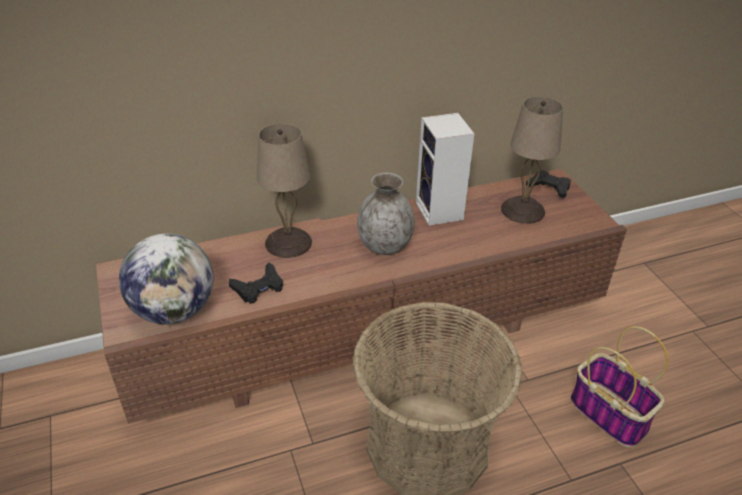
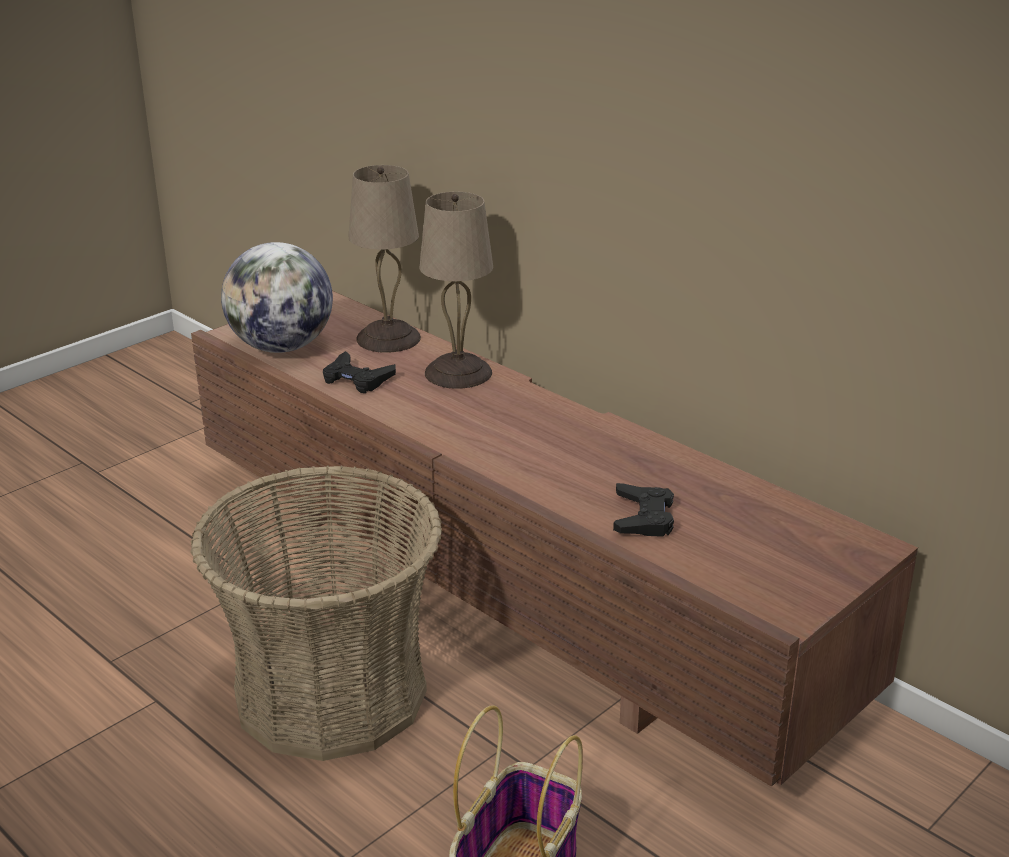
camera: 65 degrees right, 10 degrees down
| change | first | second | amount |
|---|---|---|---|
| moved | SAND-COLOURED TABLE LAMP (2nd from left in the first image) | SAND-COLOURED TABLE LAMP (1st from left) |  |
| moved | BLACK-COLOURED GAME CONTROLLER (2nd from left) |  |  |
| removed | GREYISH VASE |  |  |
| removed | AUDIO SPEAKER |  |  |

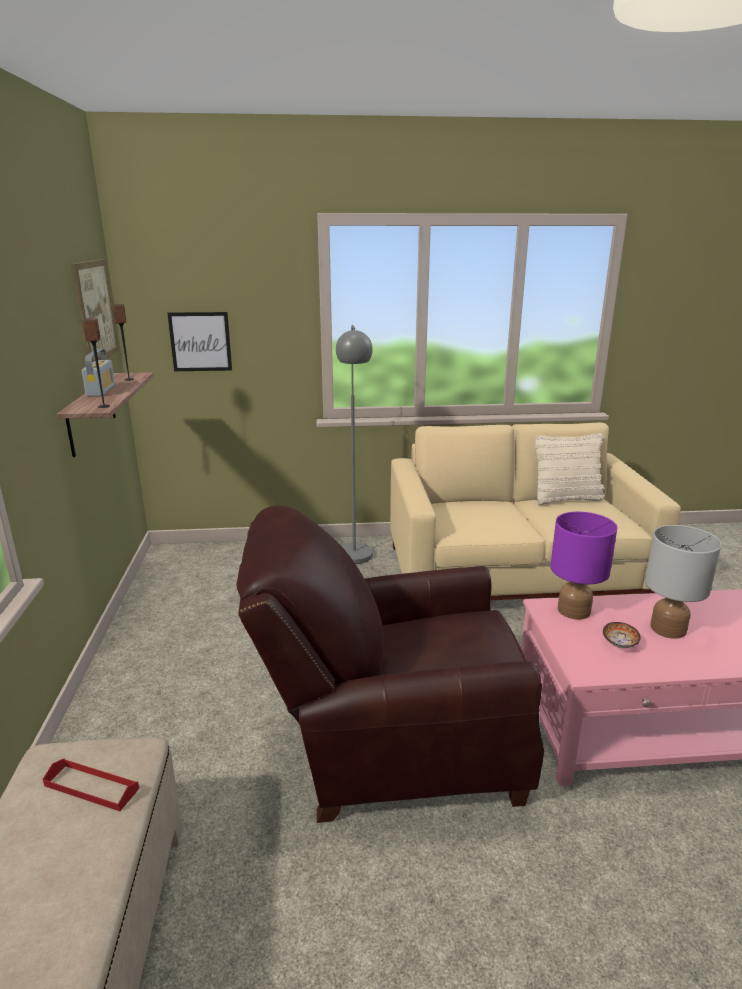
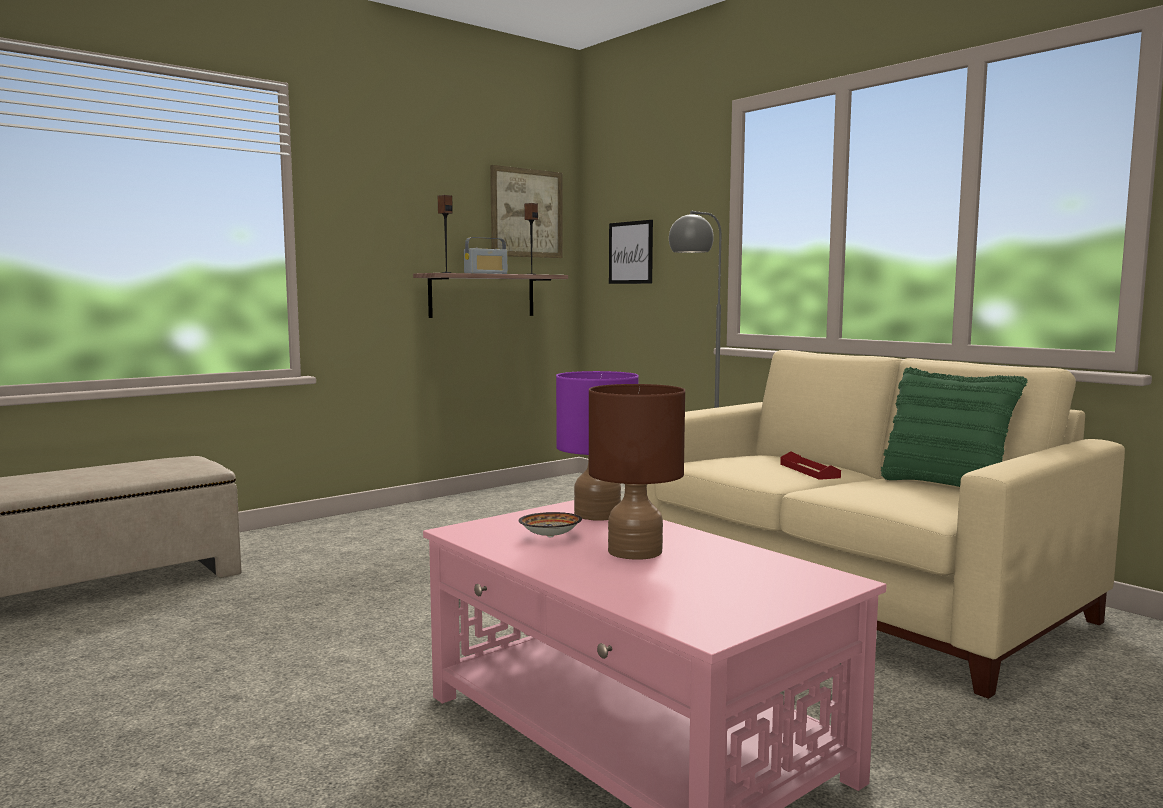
camera: 55 degrees right, 15 degrees down
| change | first | second | amount |
|---|---|---|---|
| recoloured | GREYISH TABLE LAMP | BROWNISH TABLE LAMP |  |
| moved | RED-COLOURED CARRYING TRAY |  |  |
| recoloured | SAND-COLOURED CUSHION | GREENISH CUSHION |  |
| removed | BROWNISH ARMCHAIR |  |  |

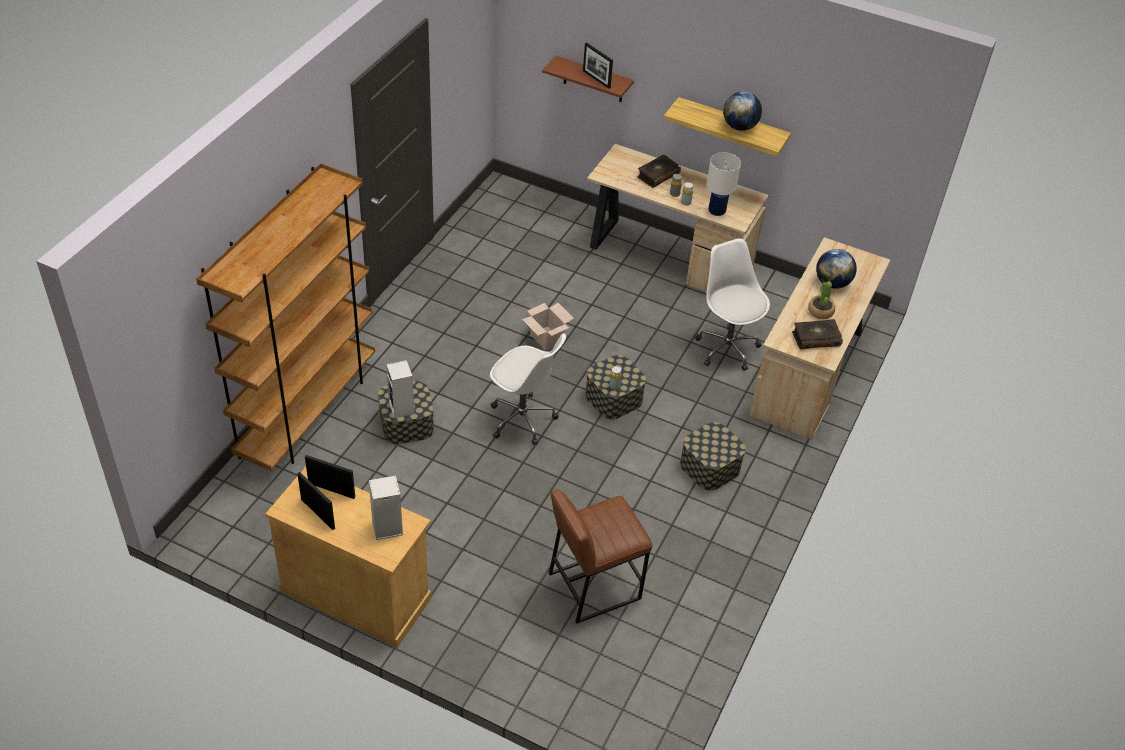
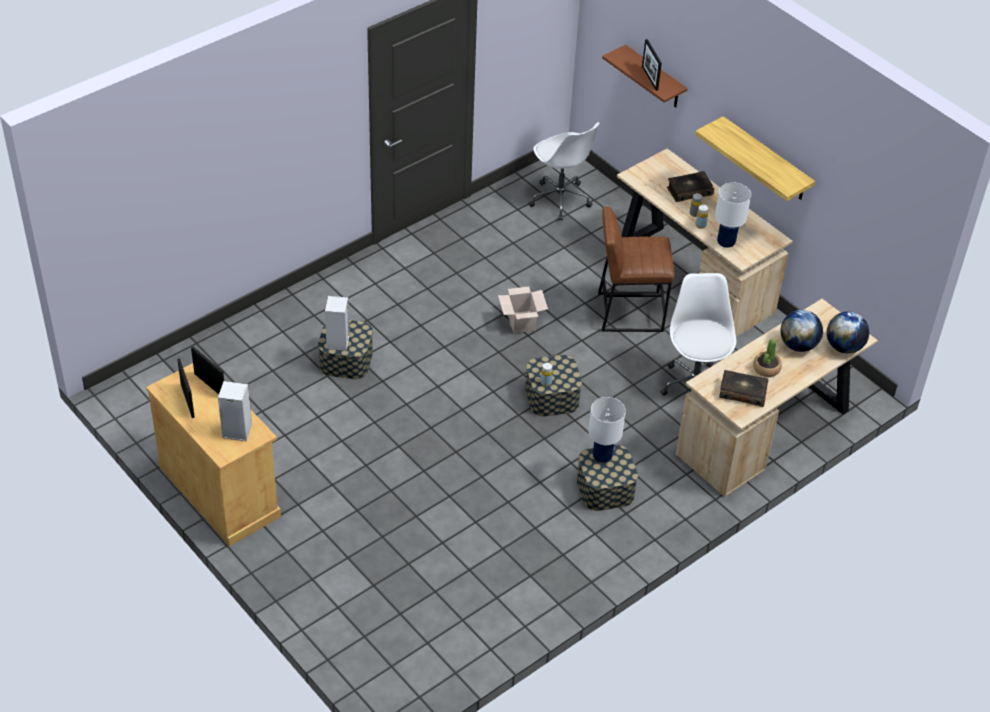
camera: 25 degrees right, 0 degrees up
| change | first | second | amount |
|---|---|---|---|
| moved | WHITE COMPUTER CHAIR (1st from left) |  |  |
| added |  | WHITE TABLE LAMP (1st from left) |  |
| moved | BROWNISH CHAIR |  |  |
| moved | GLOBE (1st from left in the first image) | GLOBE (2nd from left) |  |
| removed | BROWNISH SHELVING UNIT |  |  |

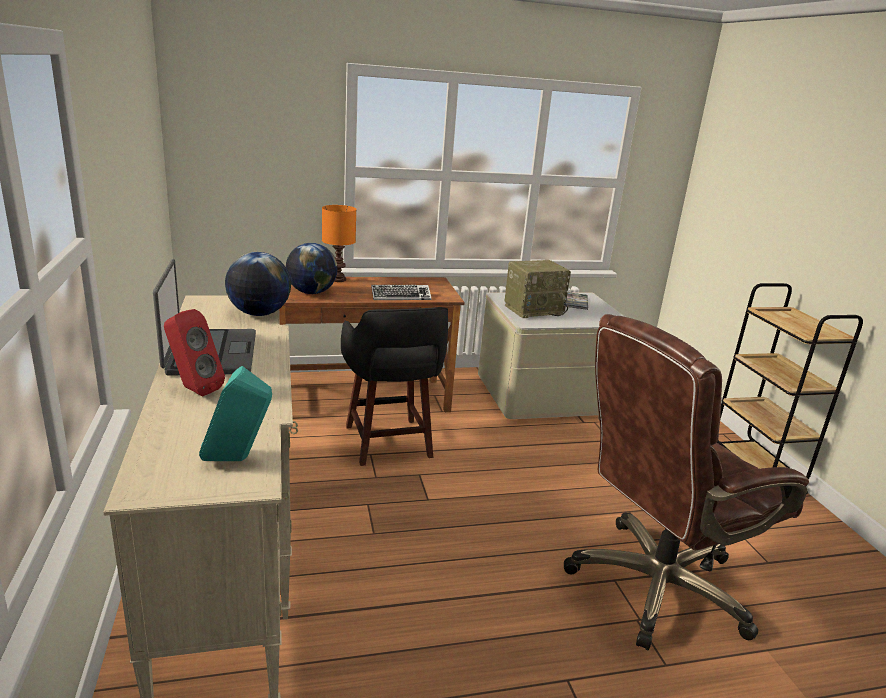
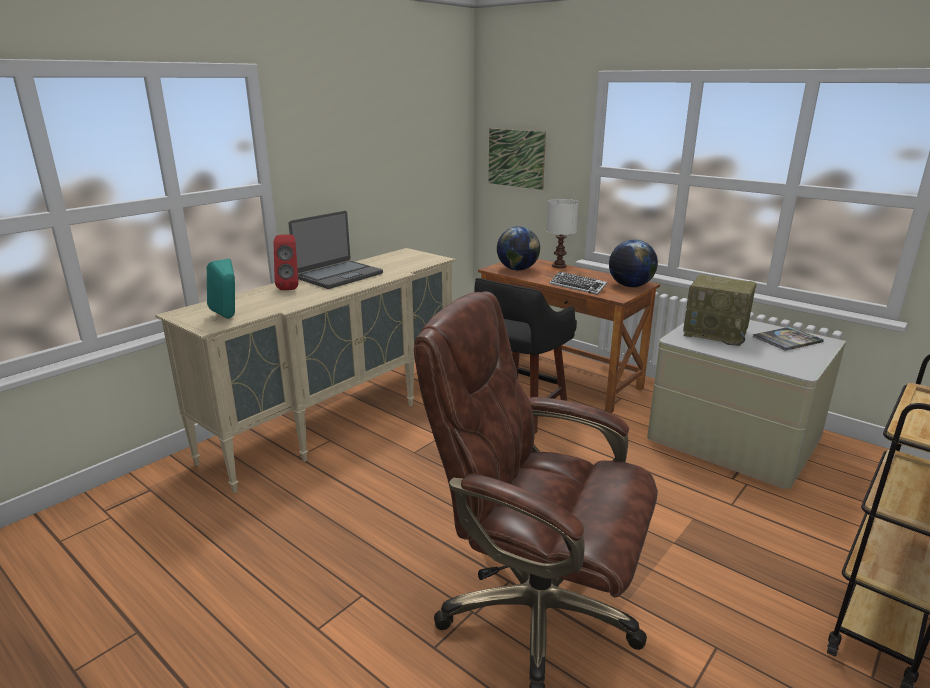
camera: 55 degrees right, 0 degrees up
| change | first | second | amount |
|---|---|---|---|
| added |  | PICTURE |  |
| recoloured | ORANGE TABLE LAMP | WHITE TABLE LAMP |  |
| moved | GLOBE (1st from left in the first image) | GLOBE (2nd from left) |  |

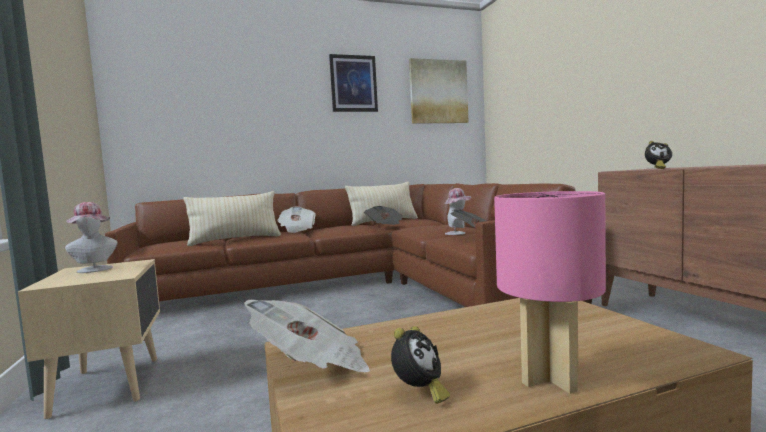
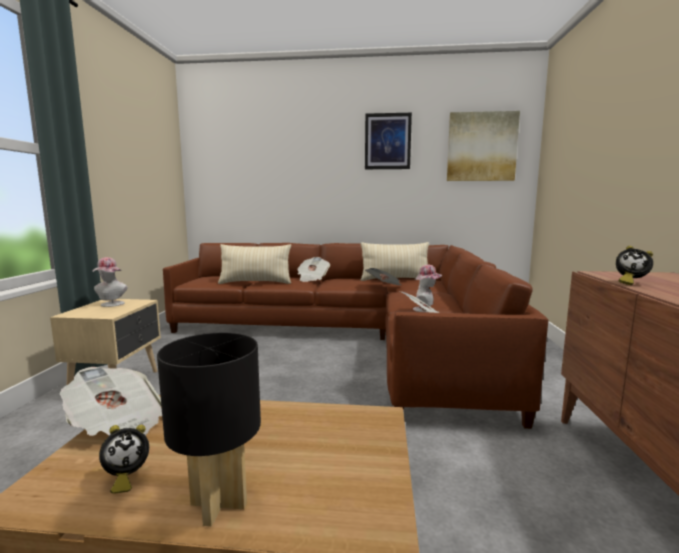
camera: 25 degrees right, 5 degrees up
| change | first | second | amount |
|---|---|---|---|
| recoloured | PINKISH TABLE LAMP | BLACK-COLOURED TABLE LAMP |  |

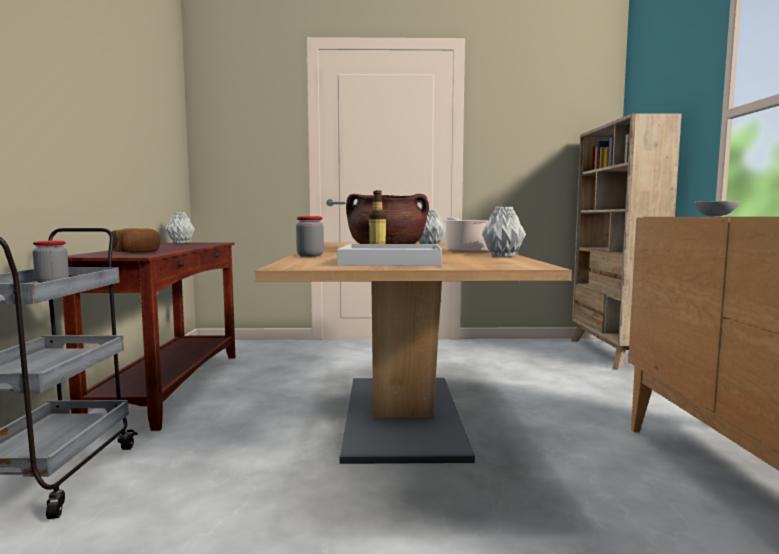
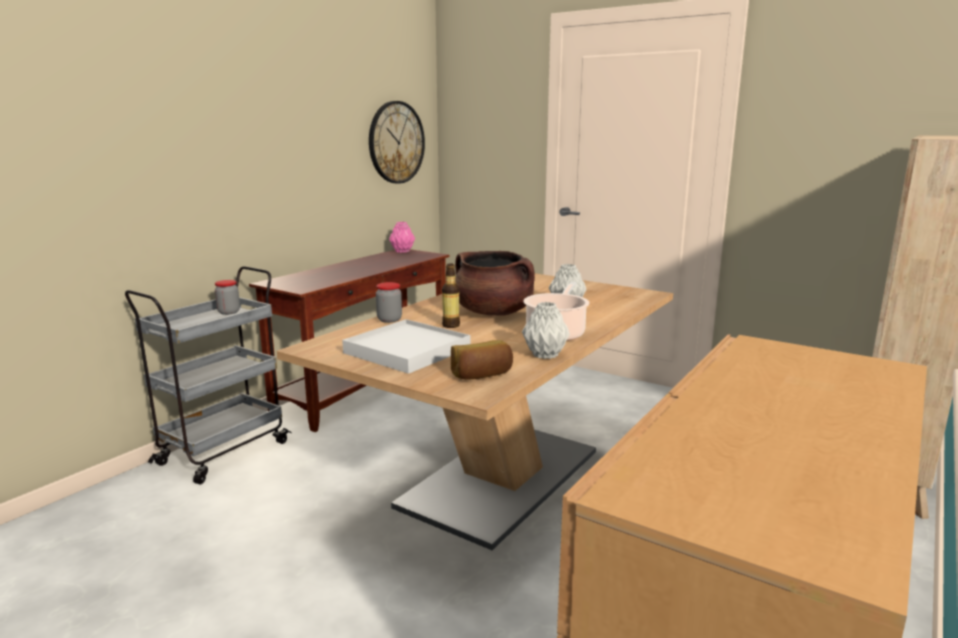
camera: 35 degrees right, 10 degrees up
| change | first | second | amount |
|---|---|---|---|
| added |  | WALL CLOCK |  |
| recoloured | GREYISH VASE (1st from left) | PINKISH VASE |  |
| moved | BAKERY BREAD |  |  |
| removed | GREYISH DEEP DISH |  |  |

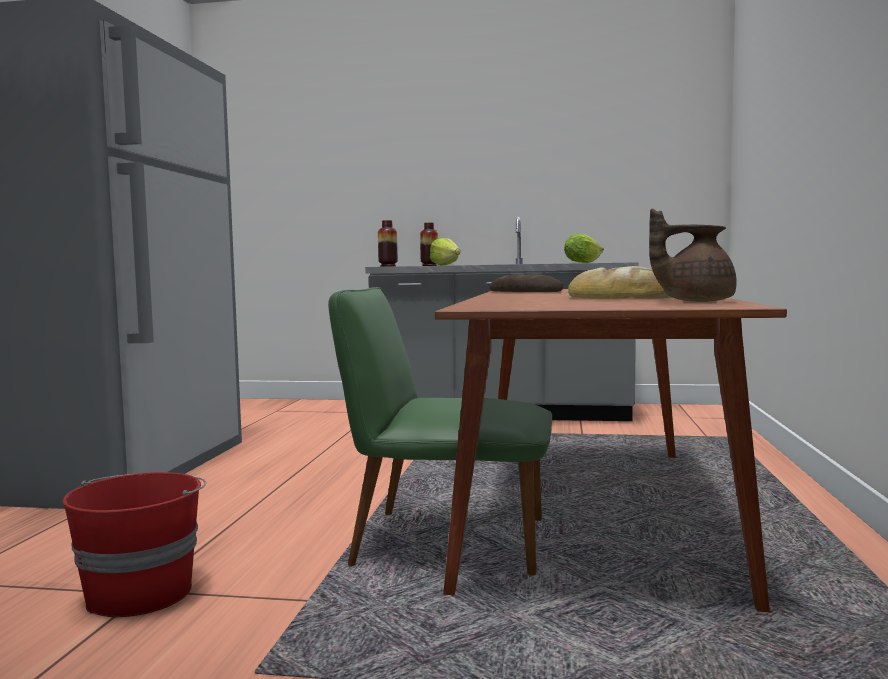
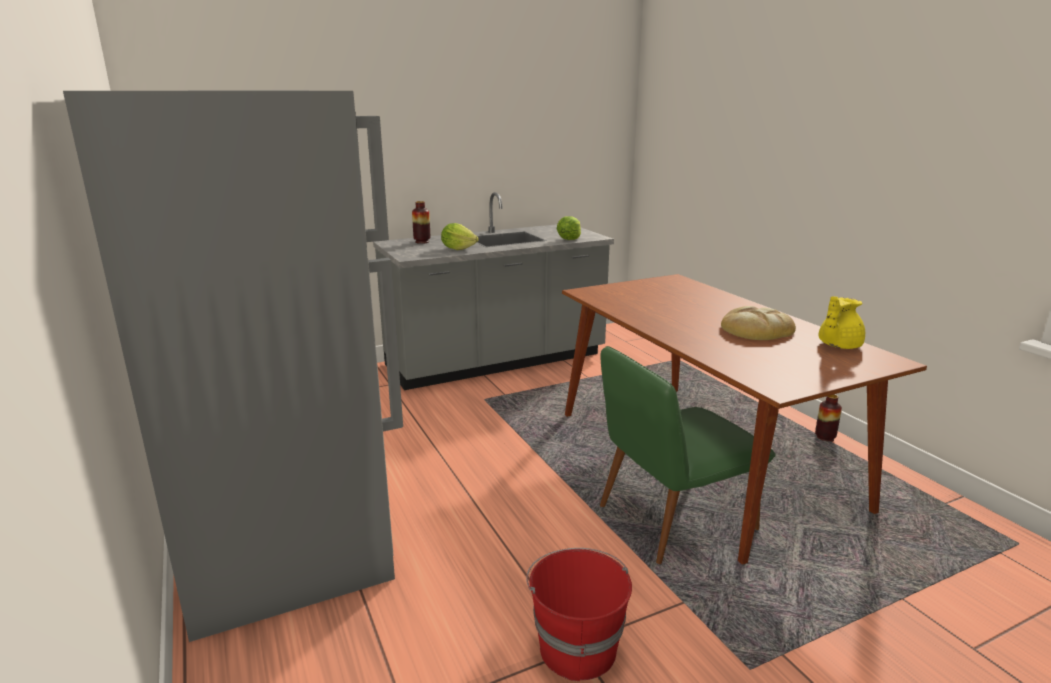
camera: 35 degrees left, 15 degrees up
| change | first | second | amount |
|---|---|---|---|
| moved | VASE (1st from left in the first image) | VASE (2nd from left) |  |
| recoloured | BROWNISH TEAPOT | YELLOW-COLOURED TEAPOT |  |
| removed | BAKERY BREAD (1st from left) |  |  |

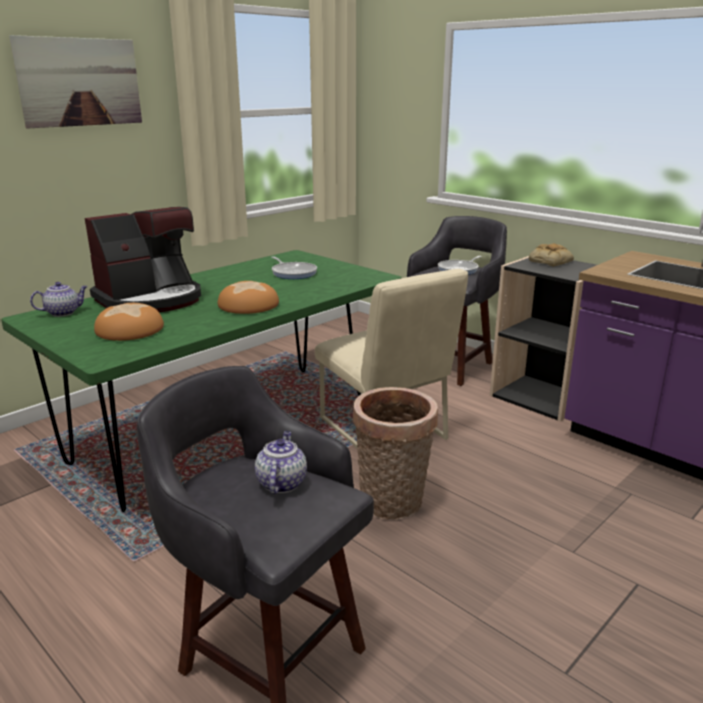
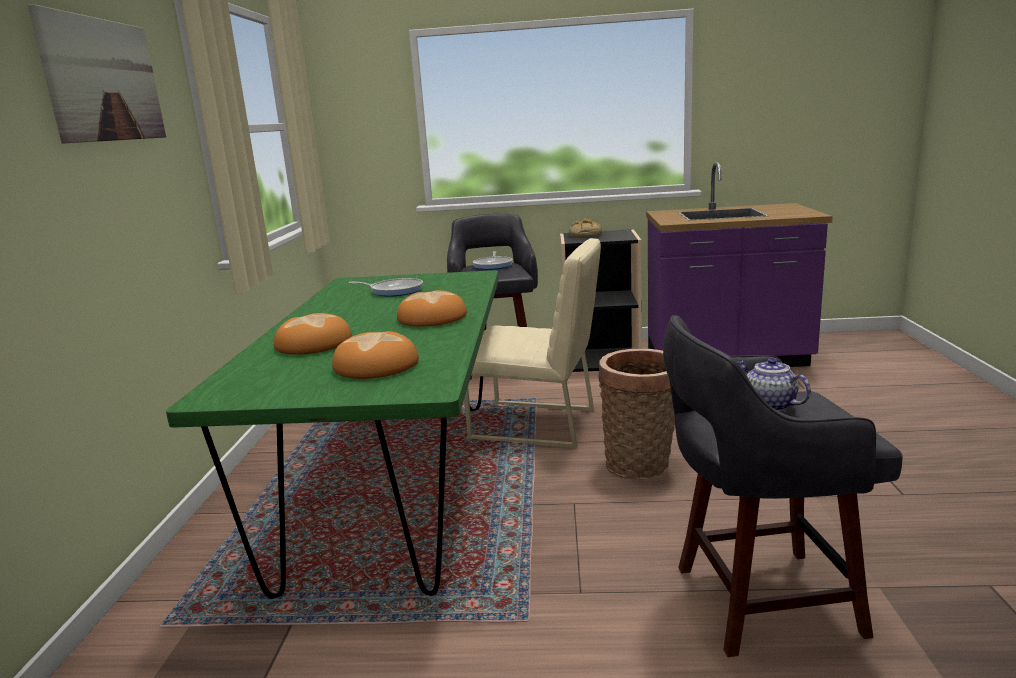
camera: 40 degrees left, 5 degrees down
| change | first | second | amount |
|---|---|---|---|
| replaced | COFFEE MACHINE | BAKERY BREAD (1st from left) |  |
| removed | TEAPOT (1st from left) |  |  |

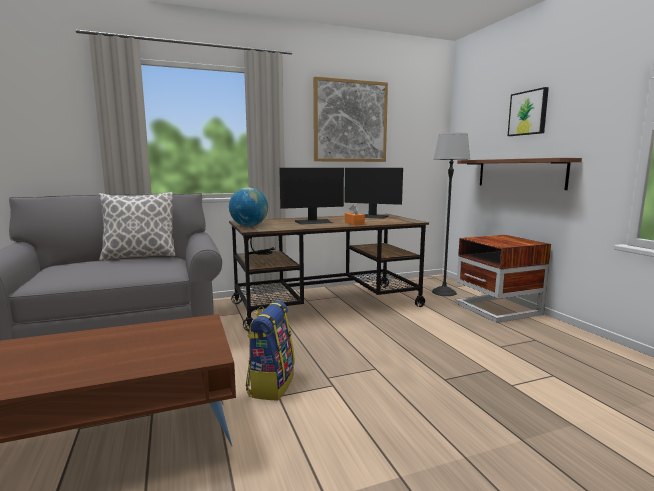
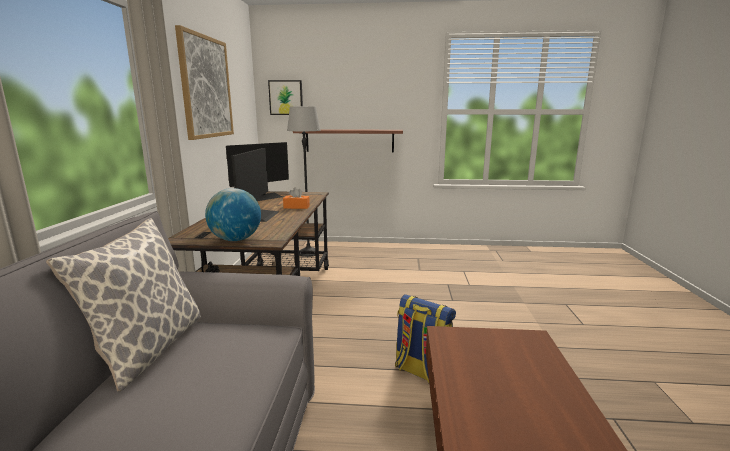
camera: 65 degrees left, 5 degrees up
| change | first | second | amount |
|---|---|---|---|
| moved | PICTURE (2nd from left) |  |  |
| removed | NIGHTSTAND |  |  |

